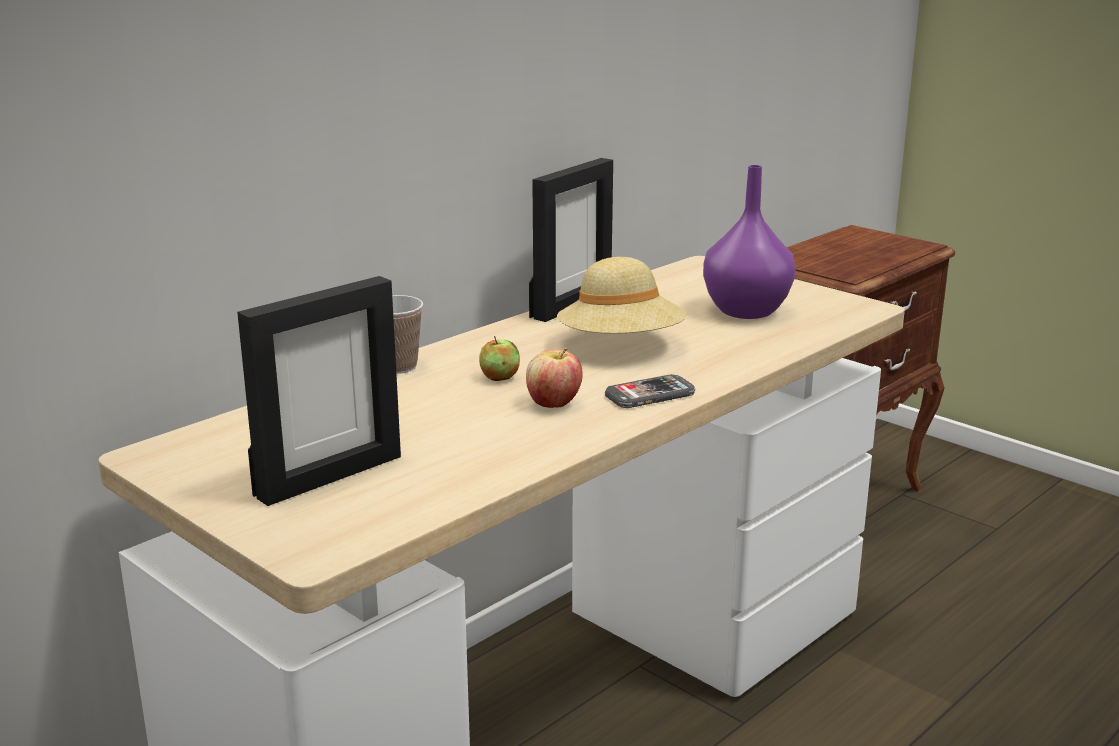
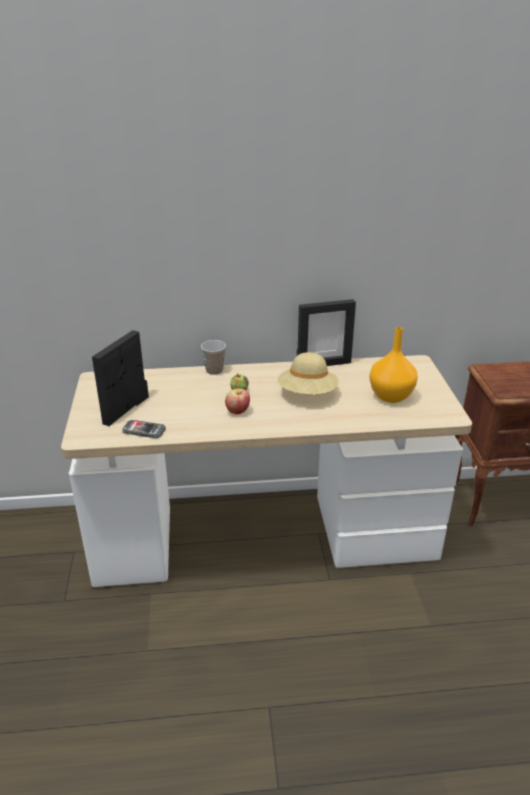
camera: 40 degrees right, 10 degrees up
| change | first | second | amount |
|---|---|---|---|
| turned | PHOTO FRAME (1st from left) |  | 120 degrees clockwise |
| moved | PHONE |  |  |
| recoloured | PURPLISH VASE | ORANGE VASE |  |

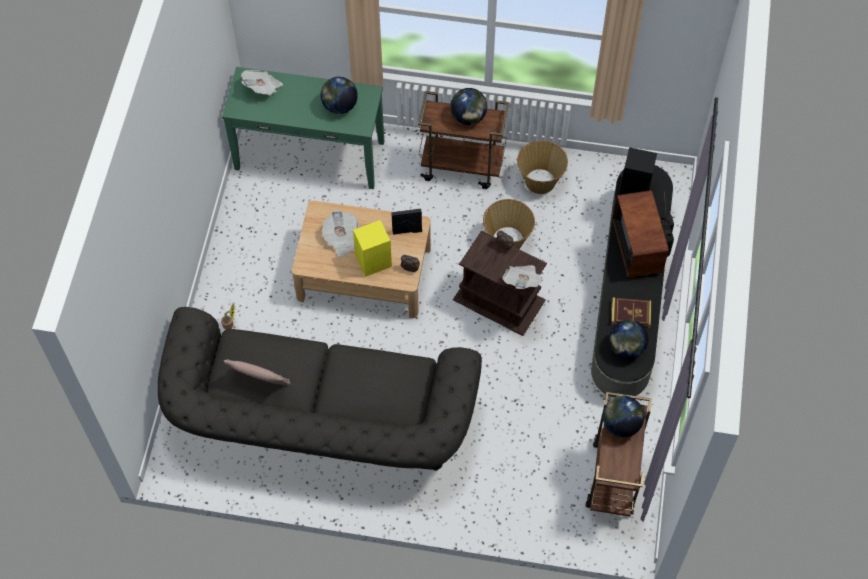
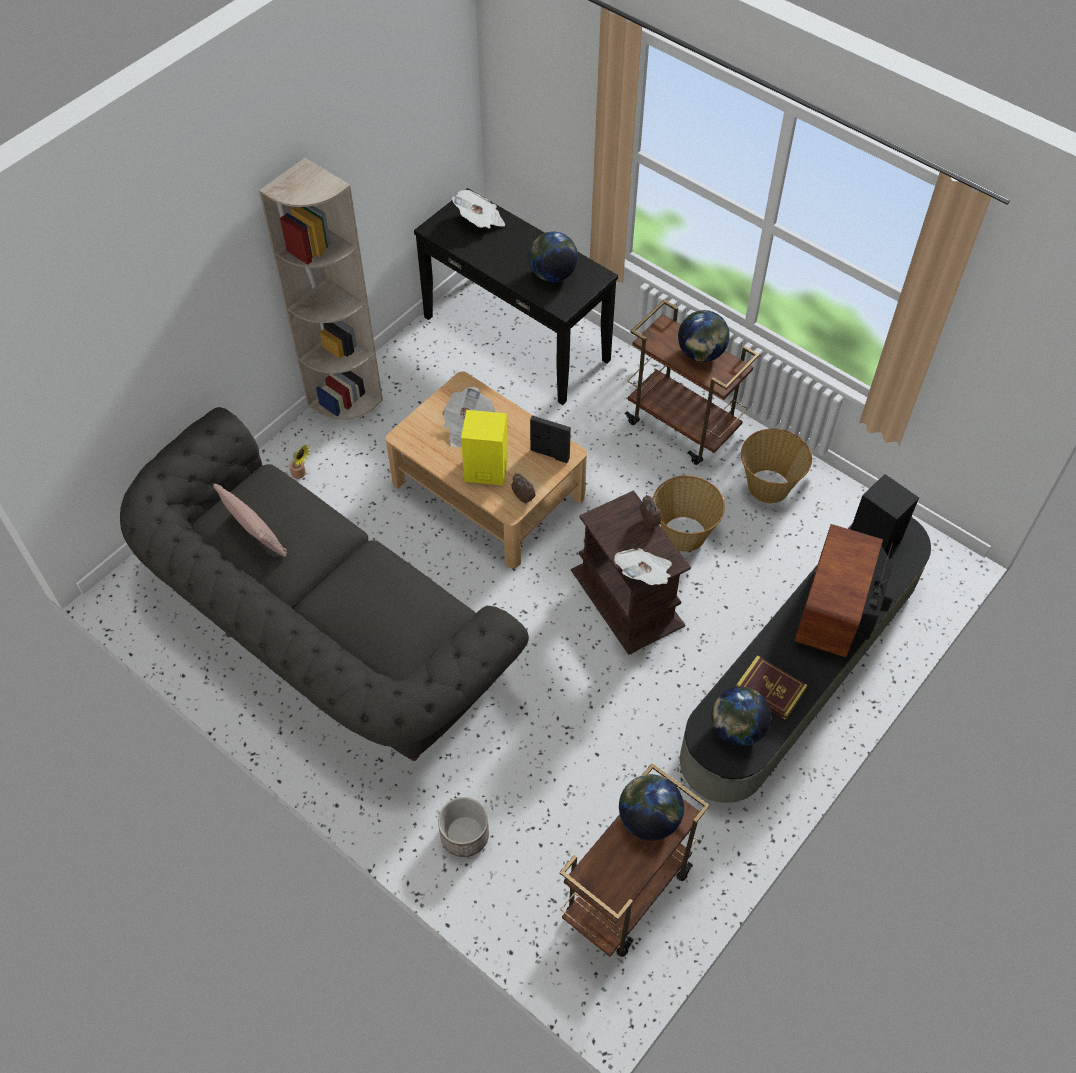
camera: 30 degrees right, 5 degrees down
| change | first | second | amount |
|---|---|---|---|
| added |  | SAND-COLOURED SHELVING UNIT |  |
| recoloured | GREENISH CONSOLE TABLE | BLACK-COLOURED CONSOLE TABLE |  |
| added |  | FLOWER POT |  |

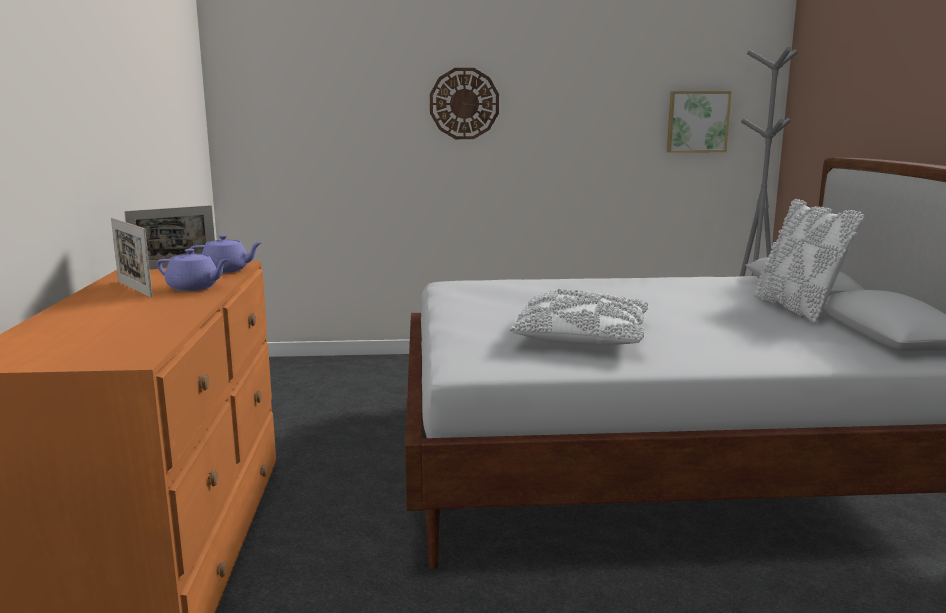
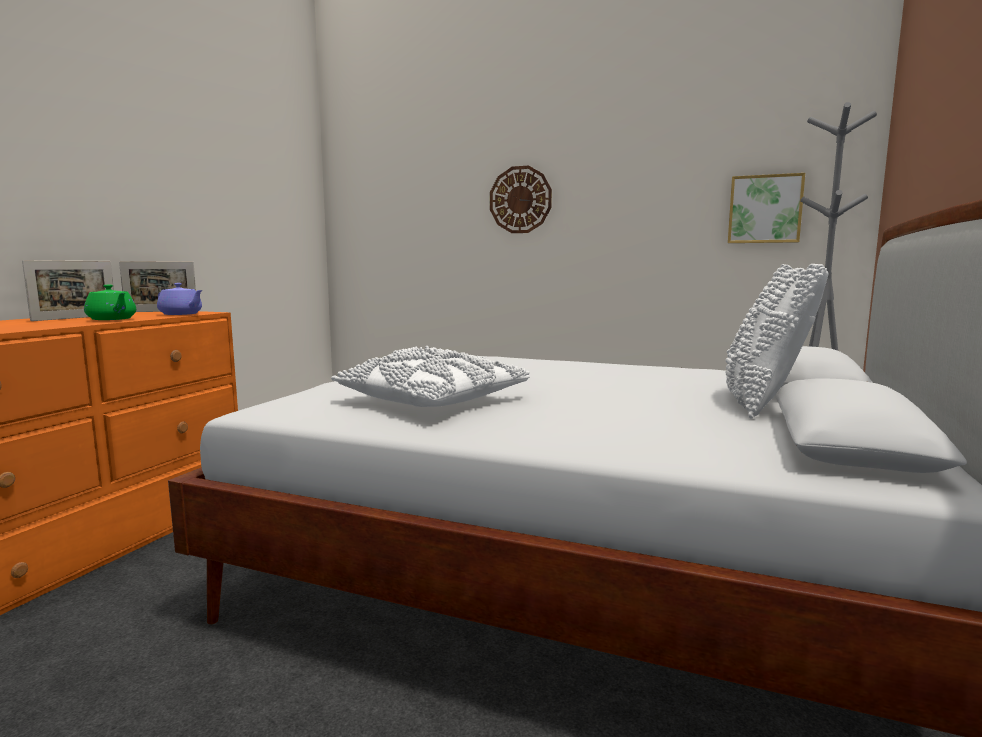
camera: 25 degrees right, 5 degrees down
| change | first | second | amount |
|---|---|---|---|
| turned | PHOTO FRAME (1st from left) |  | 135 degrees counterclockwise |
| recoloured | PURPLISH TEAPOT (1st from left) | GREENISH TEAPOT |  |

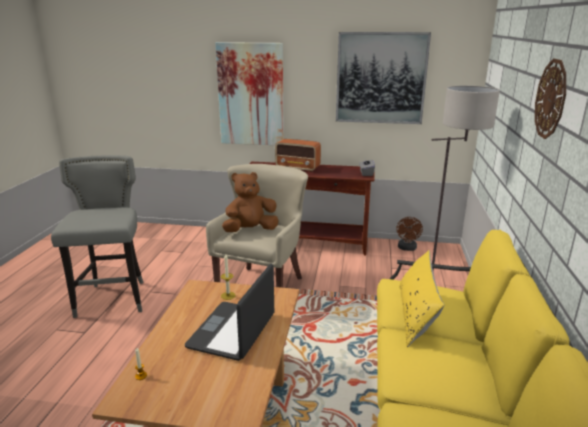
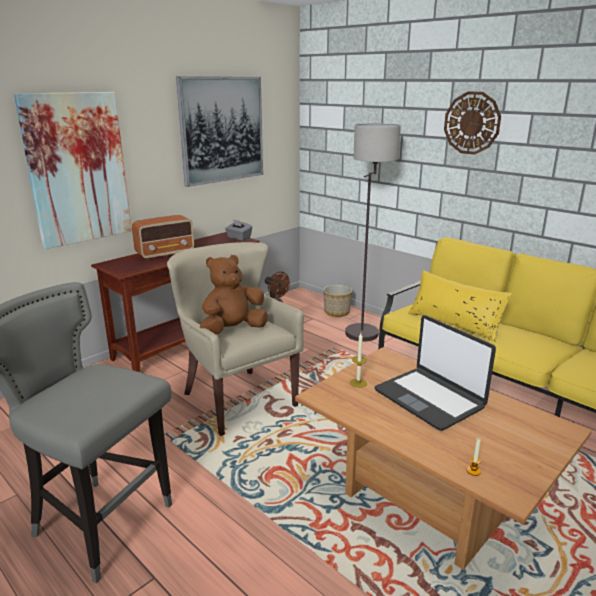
camera: 55 degrees left, 0 degrees up
| change | first | second | amount |
|---|---|---|---|
| turned | BROWNISH PLUSH TOY |  | 45 degrees clockwise |
| added |  | FLOWER POT |  |

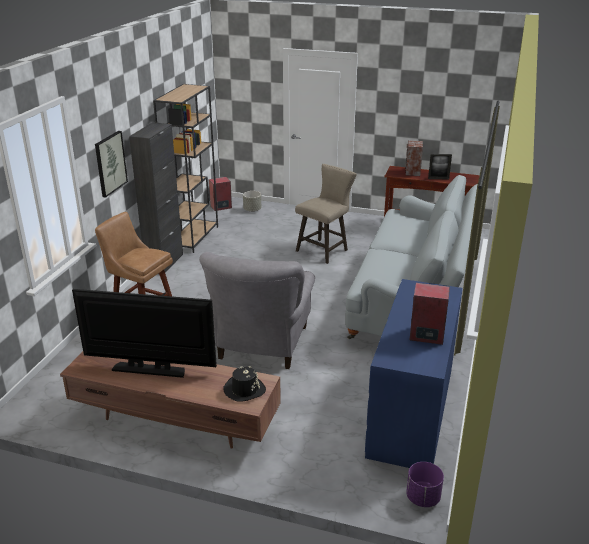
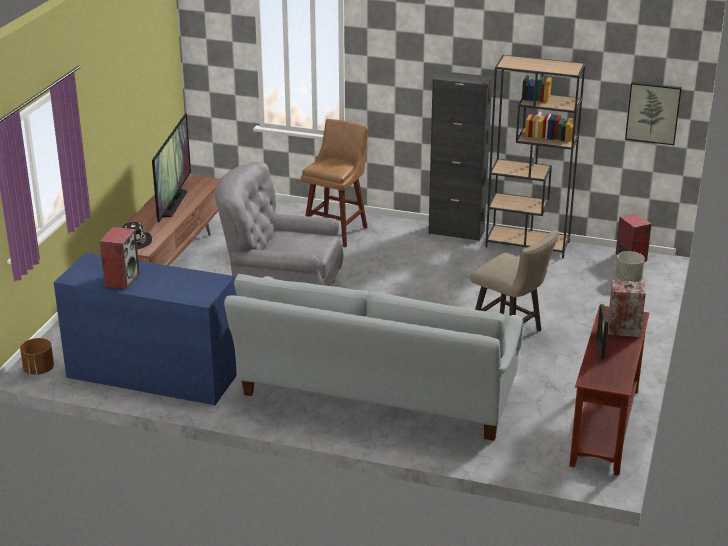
camera: 90 degrees right, 0 degrees up
| change | first | second | amount |
|---|---|---|---|
| recoloured | PURPLISH FLOWER POT | BROWNISH FLOWER POT |  |
| moved | PICTURE |  |  |

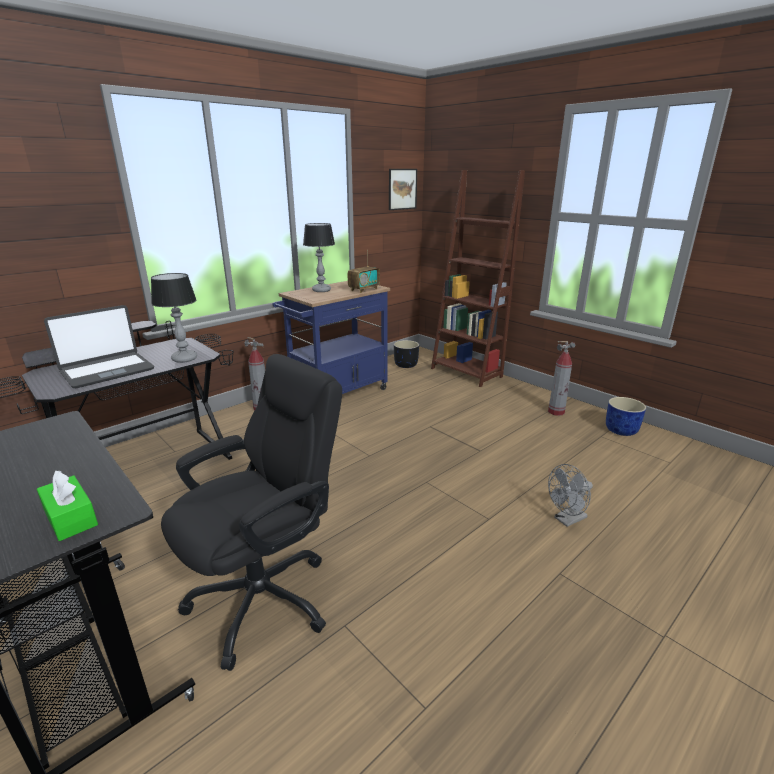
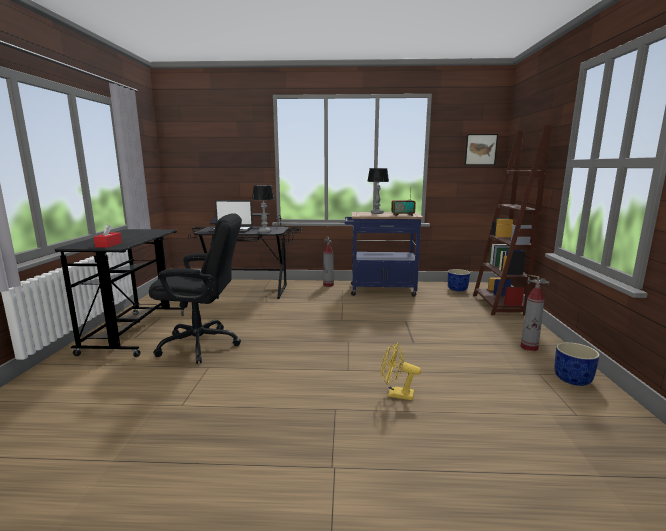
camera: 45 degrees right, 10 degrees down
| change | first | second | amount |
|---|---|---|---|
| recoloured | GREENISH TISSUE HOLDER | RED-COLOURED TISSUE HOLDER |  |
| recoloured | GREYISH COOLING FAN | YELLOW-COLOURED COOLING FAN |  |
| recoloured | BLACK-COLOURED FLOWER POT | BLUE-COLOURED FLOWER POT (1st from left) |  |

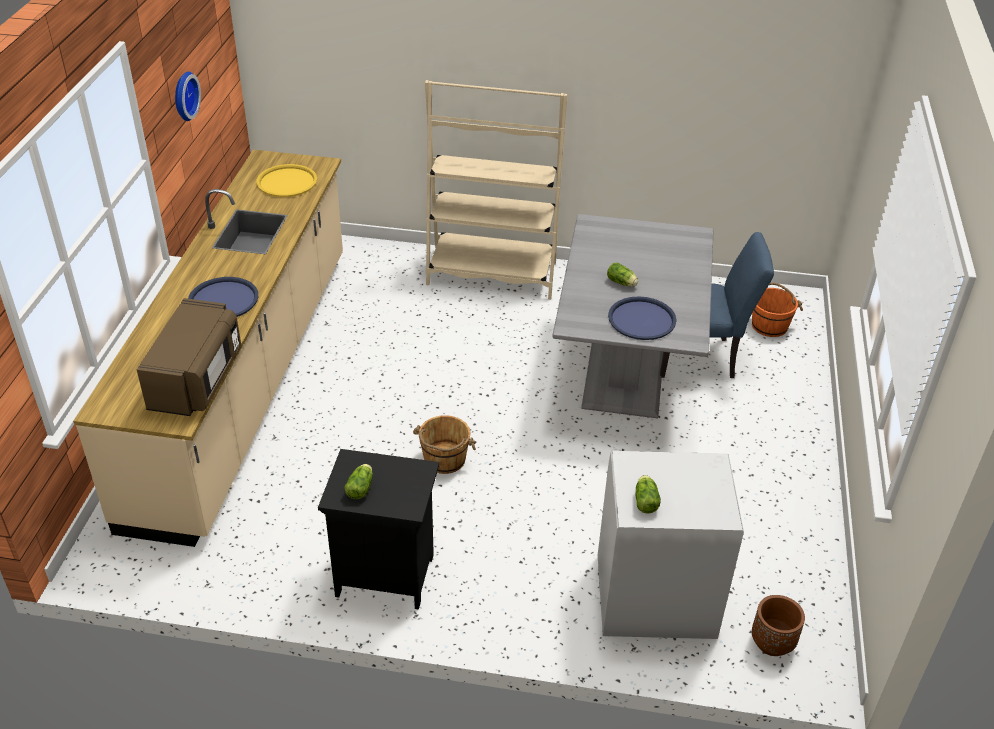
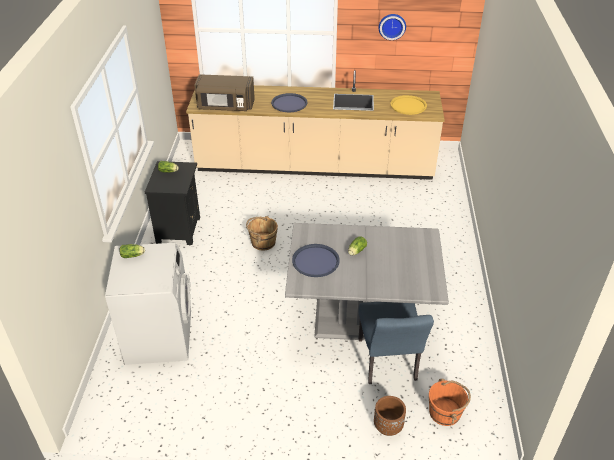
camera: 85 degrees right, 0 degrees up
| change | first | second | amount |
|---|---|---|---|
| moved | BROWNISH FLOWER POT |  |  |
| removed | SAND-COLOURED SHELVING UNIT |  |  |

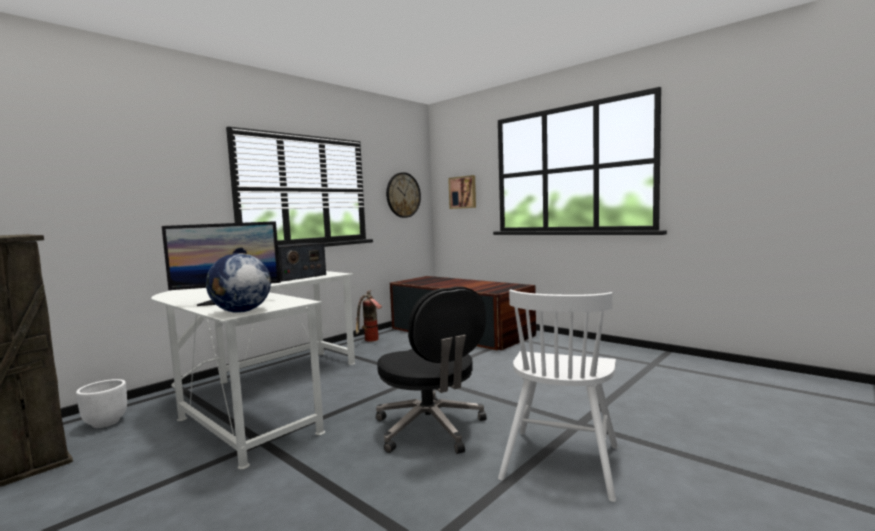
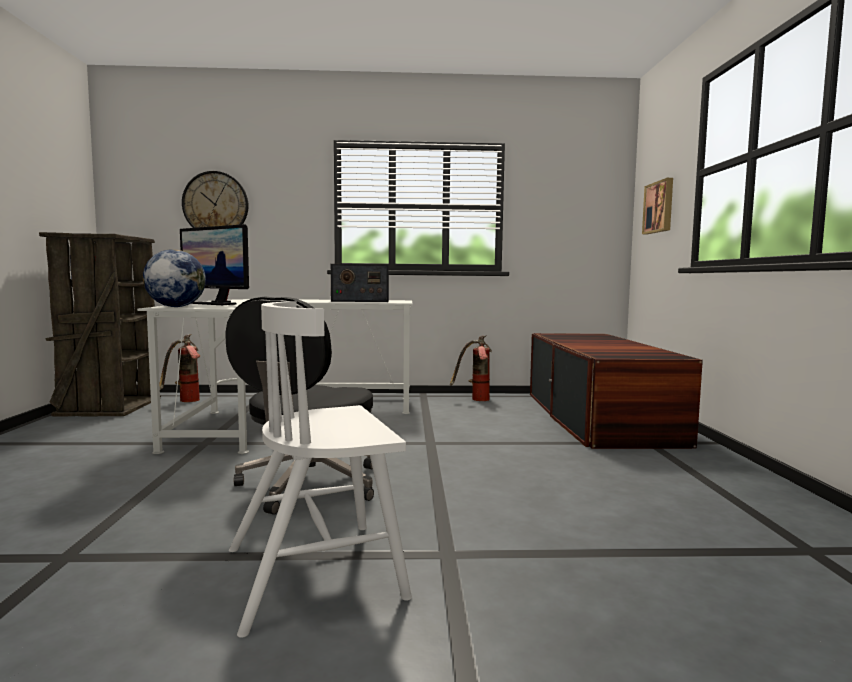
camera: 45 degrees right, 0 degrees up
| change | first | second | amount |
|---|---|---|---|
| replaced | WHITE FLOWER POT | FIRE EXTINGUISHER (1st from left) |  |
| moved | WALL CLOCK |  |  |

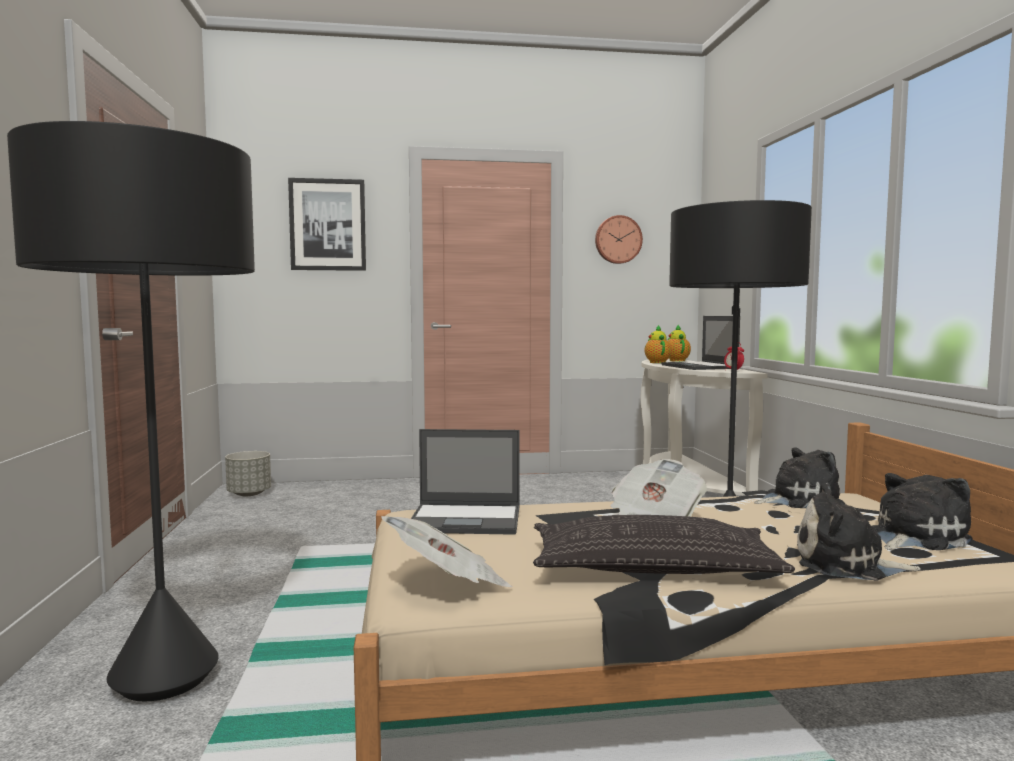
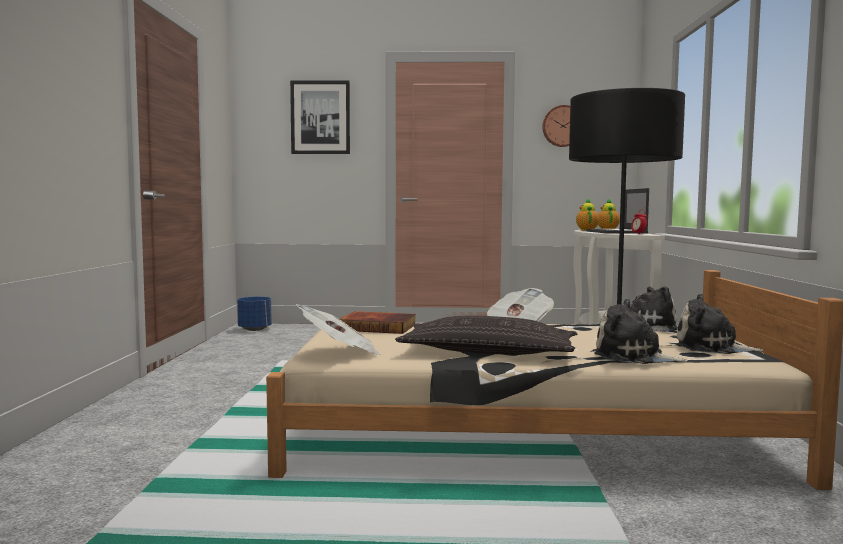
camera: 10 degrees right, 0 degrees up
| change | first | second | amount |
|---|---|---|---|
| recoloured | GREYISH FLOWER POT | BLUE-COLOURED FLOWER POT |  |
| replaced | NOTEBOOK COMPUTER (1st from left) | VOLUME |  |
| turned | PLUSH TOY (3rd from left) |  | 135 degrees counterclockwise |
| removed | BLACK-COLOURED STANDARD LAMP (1st from left) |  |  |

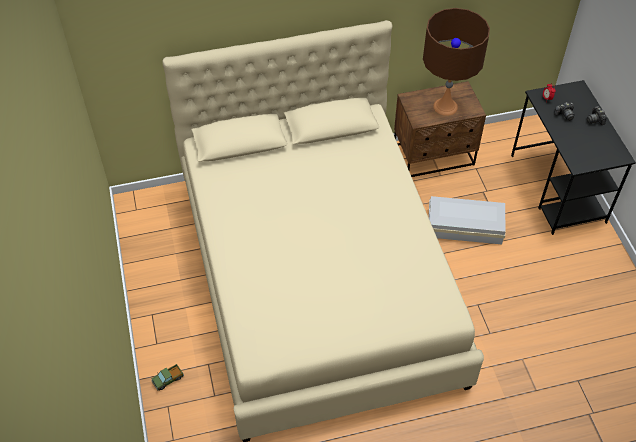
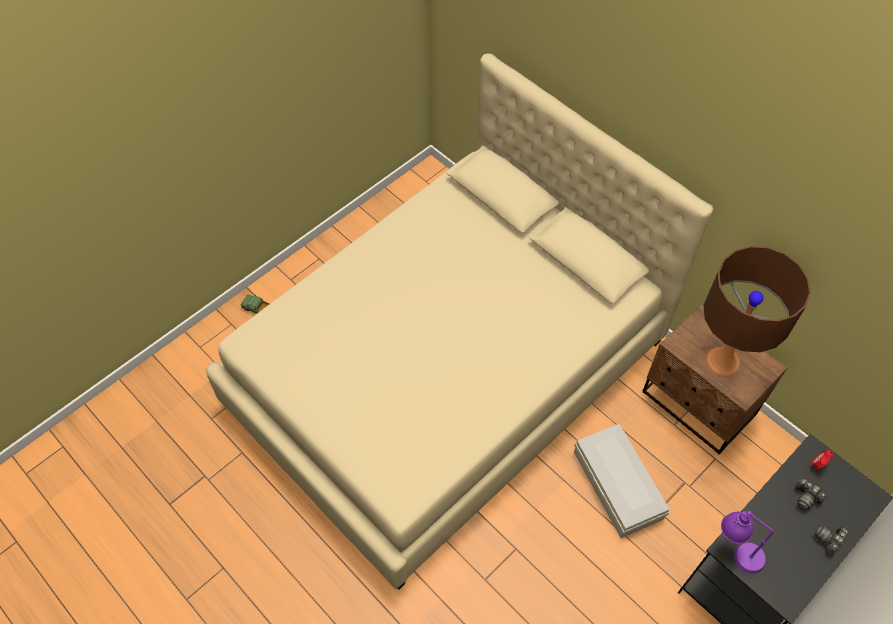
camera: 60 degrees right, 5 degrees up
| change | first | second | amount |
|---|---|---|---|
| added |  | PURPLISH TABLE LAMP |  |

